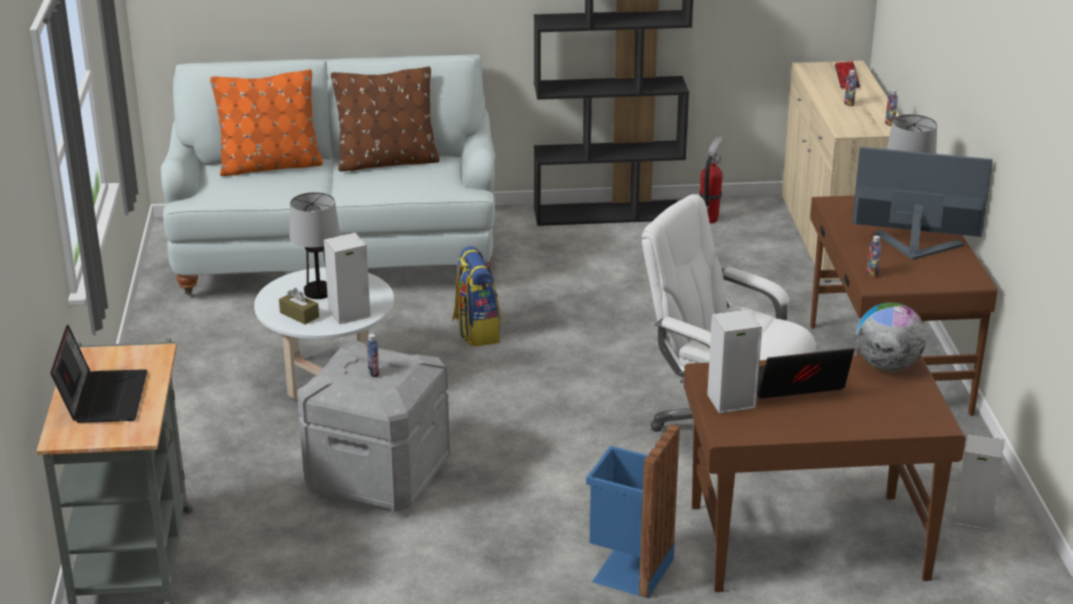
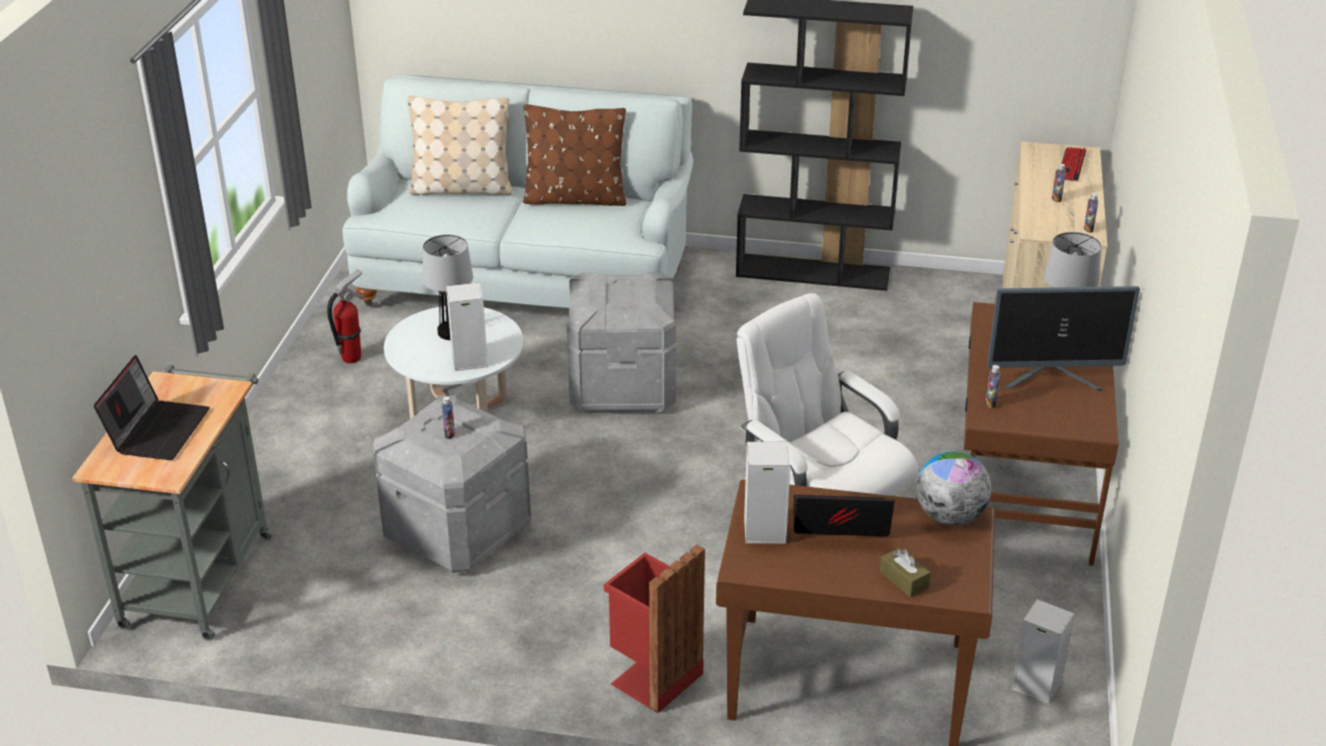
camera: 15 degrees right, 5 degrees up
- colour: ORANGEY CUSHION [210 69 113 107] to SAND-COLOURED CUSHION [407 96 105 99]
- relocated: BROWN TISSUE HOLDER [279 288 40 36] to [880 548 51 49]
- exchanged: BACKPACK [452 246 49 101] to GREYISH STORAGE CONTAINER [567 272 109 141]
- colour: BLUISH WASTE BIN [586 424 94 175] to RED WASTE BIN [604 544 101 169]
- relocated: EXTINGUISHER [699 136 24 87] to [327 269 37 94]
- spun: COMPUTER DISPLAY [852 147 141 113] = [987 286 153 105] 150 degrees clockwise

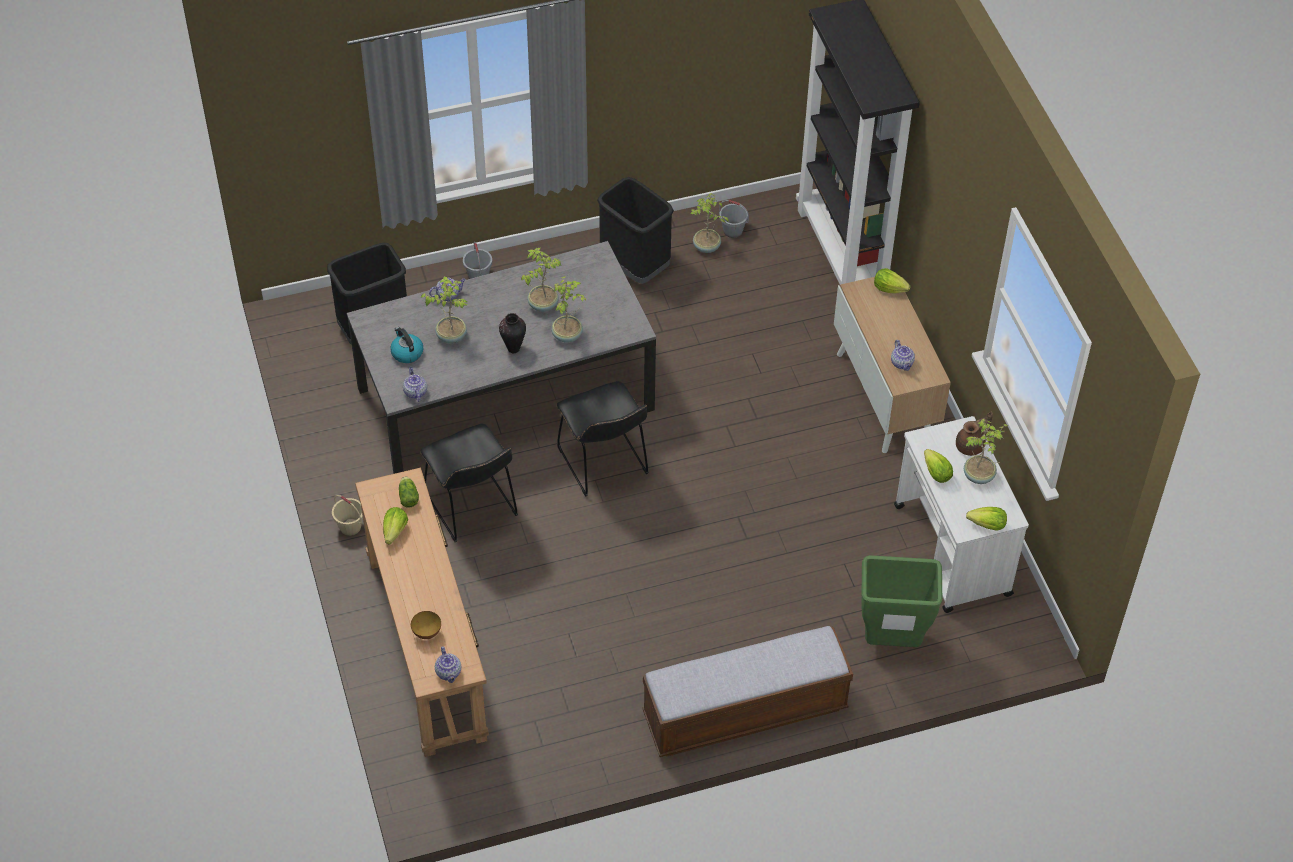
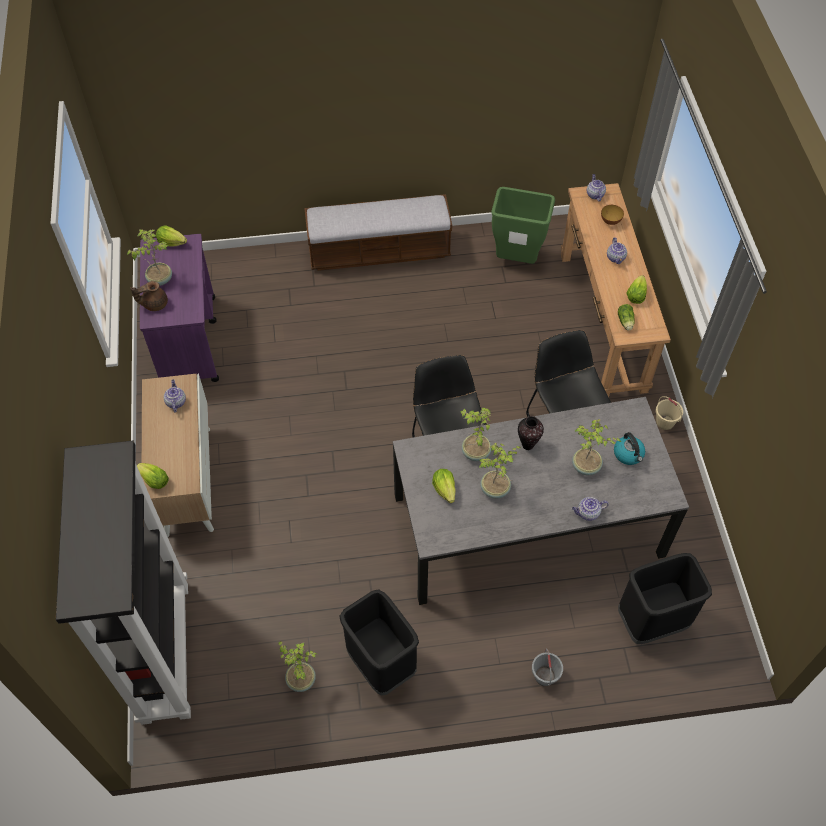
camera: 170 degrees left, 5 degrees up
- relocated: TEAPOT [403 367 24 35] to [607 237 20 27]
- missing: GREYISH BUCKET [719 200 30 38]
- relocated: GREENISH WASTE BIN [861 555 81 92] to [491 187 64 77]
- colour: WHITE-COLOURED TROLLEY [894 416 135 197] to PURPLE-COLOURED TROLLEY [140 234 79 148]
- relocated: LETTUCE [924 449 29 34] to [432 469 24 34]

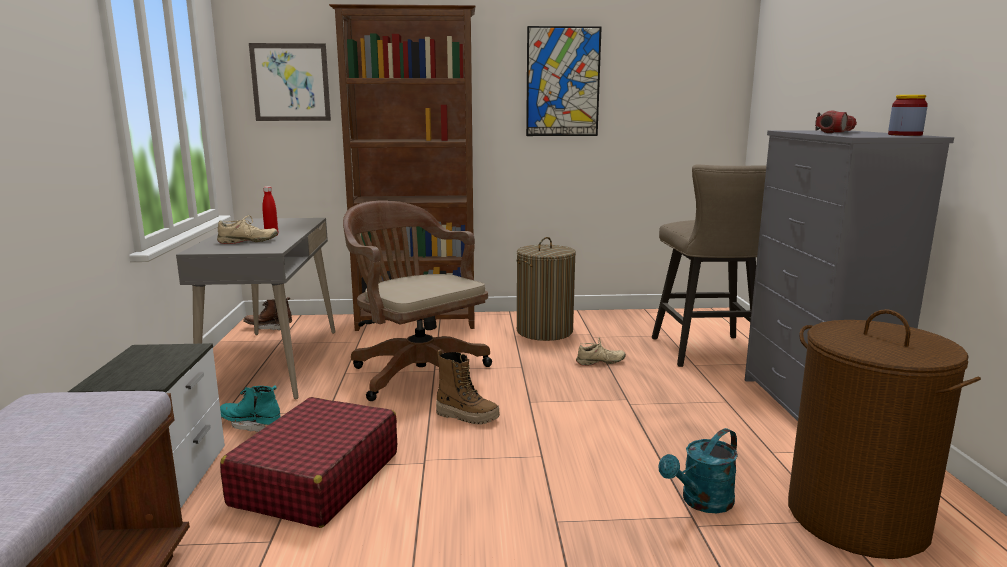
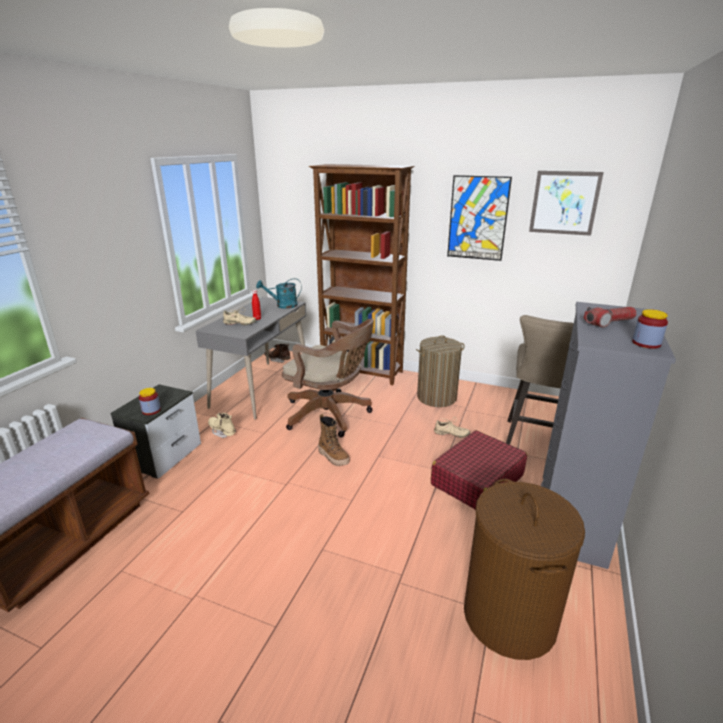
camera: 25 degrees right, 10 degrees up
- colour: TURQUOISE-COLOURED BOOT [220 386 61 46] to SAND-COLOURED BOOT [208 413 28 25]
- relocated: RED TRAVEL CASE [220 397 177 131] to [431 430 96 80]
- relocated: PICTURE [249 43 82 78] to [529 171 75 65]
- spun: BROWN OFFICE CHAIR [343 200 149 201] = [282 319 92 118] 135 degrees clockwise
- relocated: TURQUOISE-COLOURED WATERING POT [658 428 80 85] to [256 278 46 31]
- appeared: STORAGE JAR [139 388 22 27]

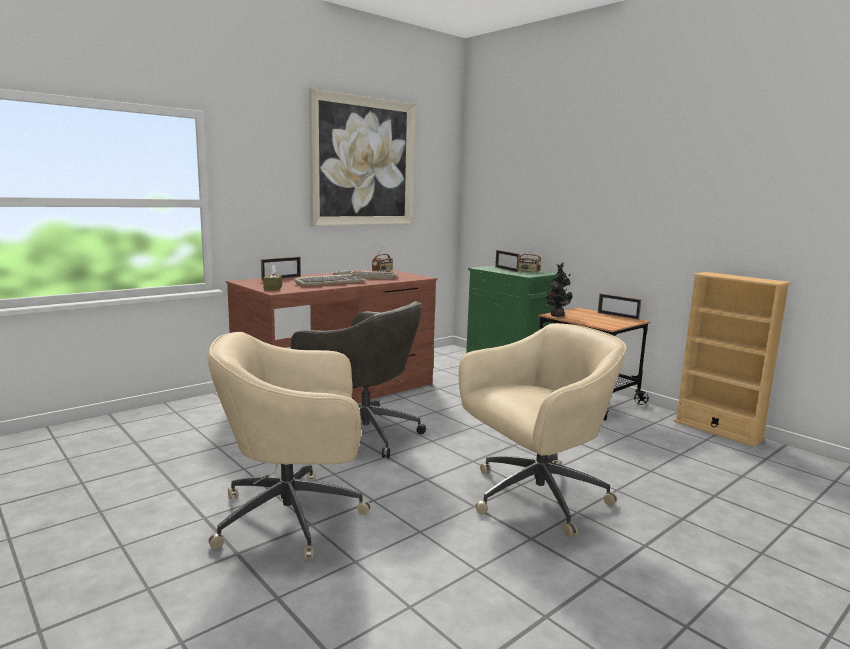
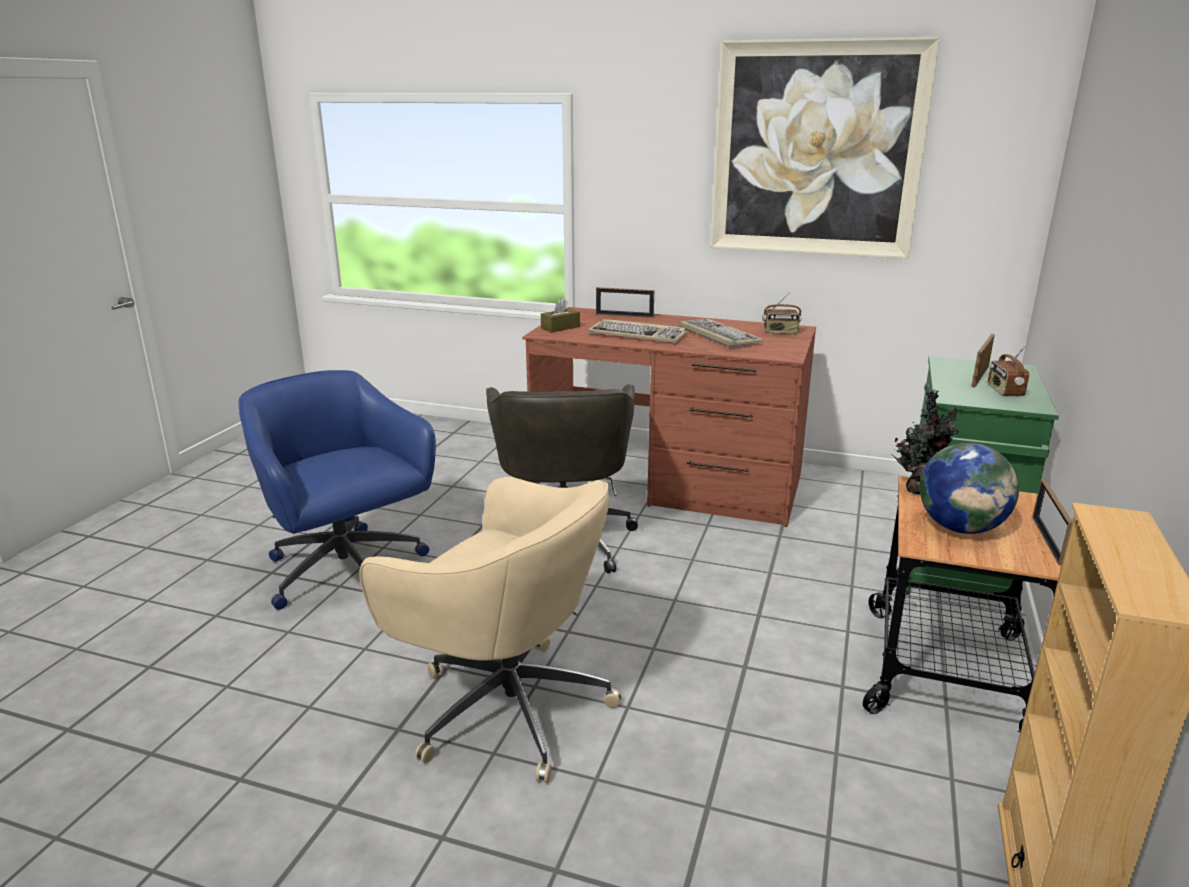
camera: 60 degrees right, 10 degrees up
- colour: SAND-COLOURED OFFICE CHAIR [207 332 164 229] to BLUISH OFFICE CHAIR [238 370 198 240]
- appeared: WORLD GLOBE [919 443 100 91]

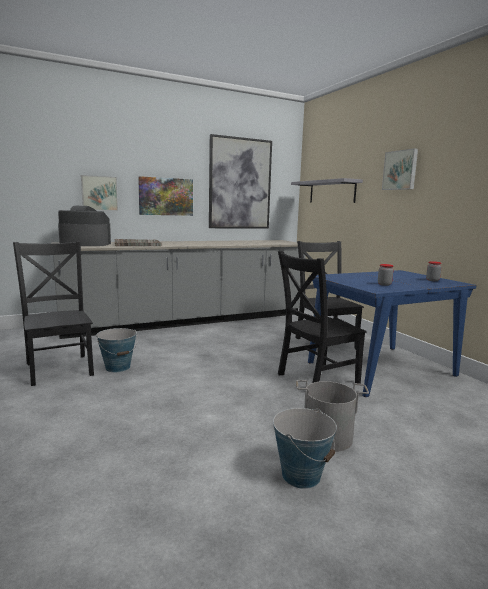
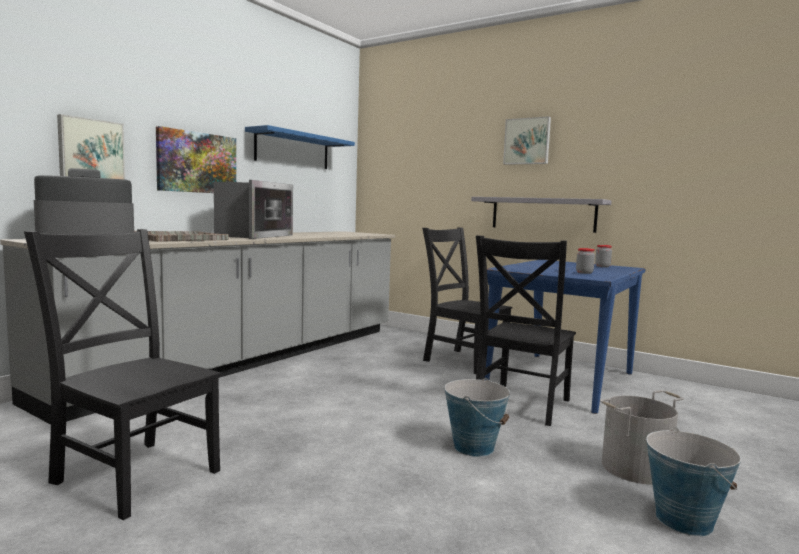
camera: 30 degrees left, 5 degrees down
- relocated: BUCKET [96 328 42 44] to [444 378 66 79]
- exchanged: PICTURE [209 134 63 95] to BLUISH WALL SHELF [245 125 110 44]
- relocated: GREYISH WALL SHELF [291 178 72 25] to [471 197 140 36]
- appeared: MICROWAVE OVEN [214 180 79 59]

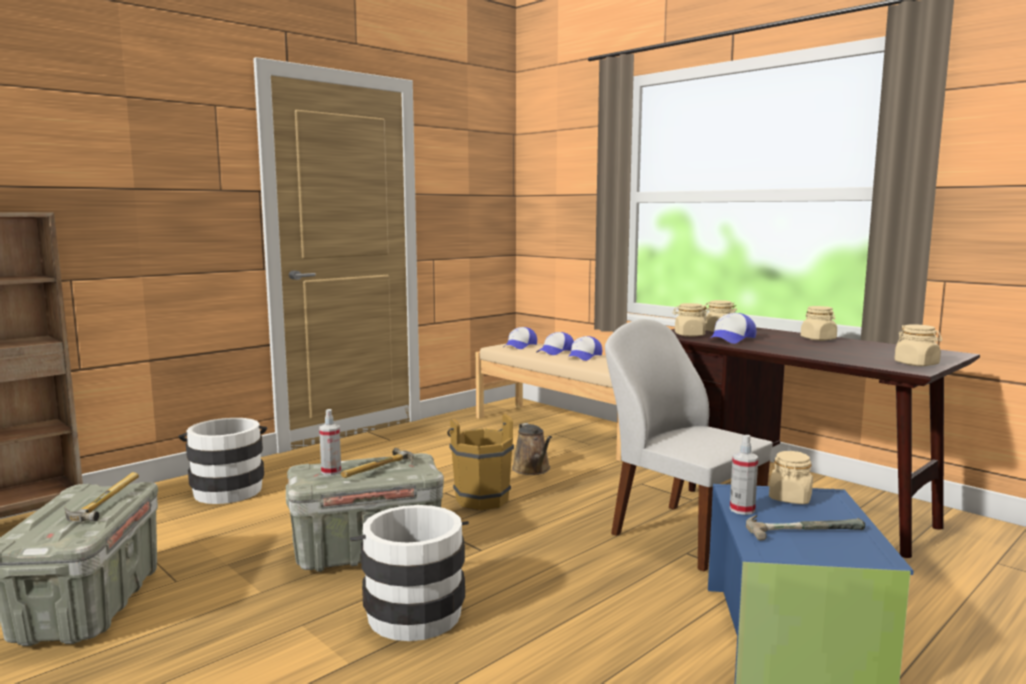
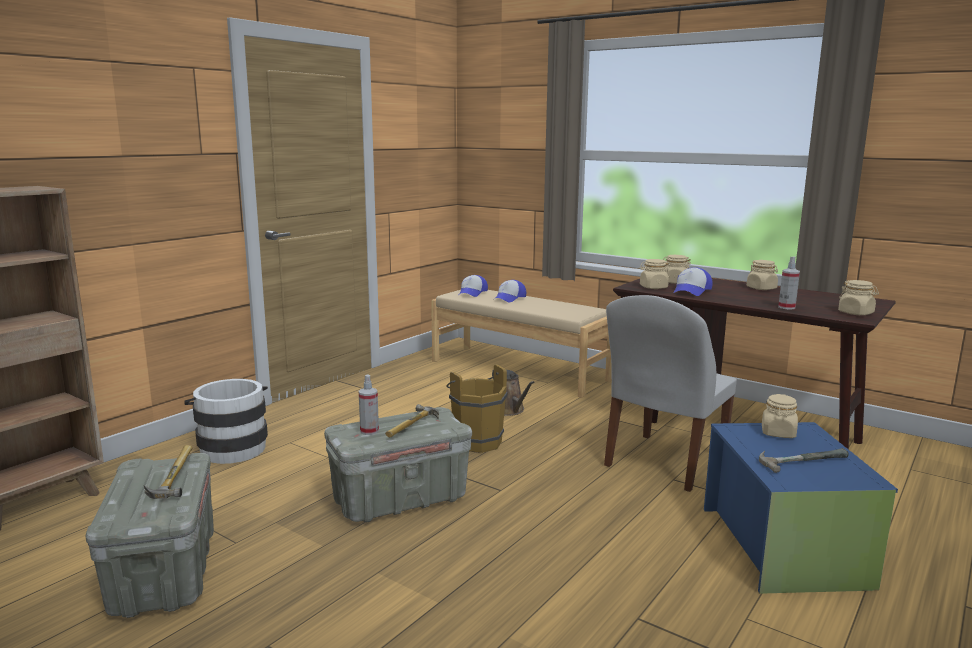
camera: 10 degrees left, 5 degrees up
- missing: WHITE-COLOURED BUCKET [350 505 119 136]
- missing: CAP [567 336 35 25]
- spun: WHITE-COLOURED PLAIN CHAIR [605 319 168 253] = [604 295 133 197] 90 degrees counterclockwise
- relocated: HAND SPRAYER [730 435 28 80] to [778 256 22 54]

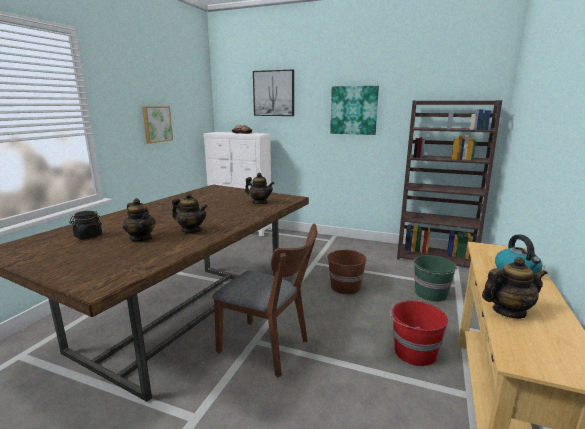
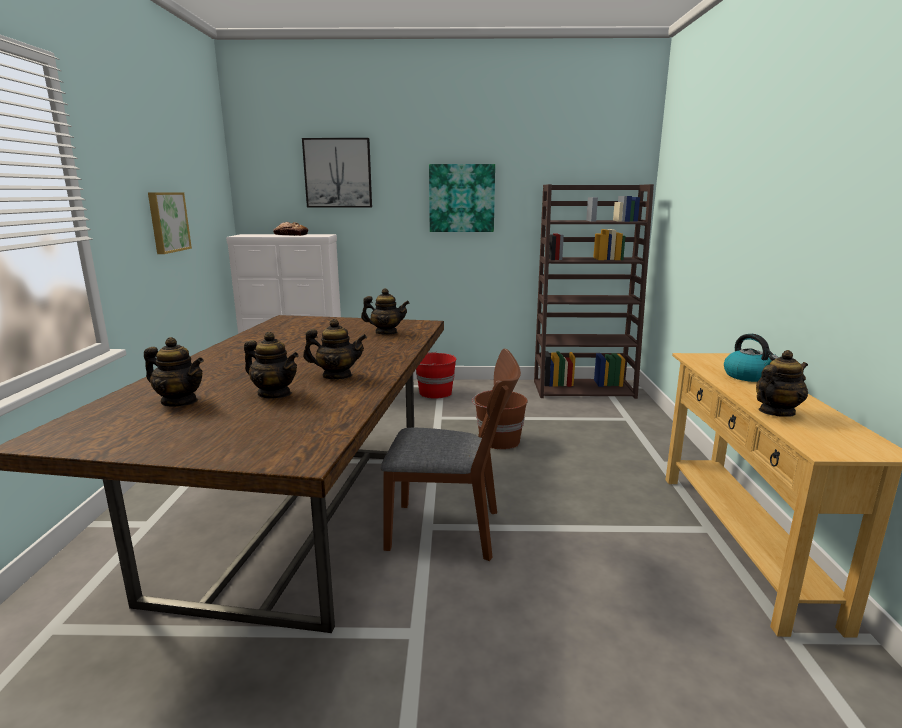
camera: 20 degrees left, 0 degrees up
- exchanged: BLACKISH STORAGE JAR [69 211 33 29] to TEAPOT [144 337 60 69]
- relocated: RED BUCKET [390 300 58 66] to [416 351 41 48]
- missing: GREENISH BUCKET [413 255 44 47]

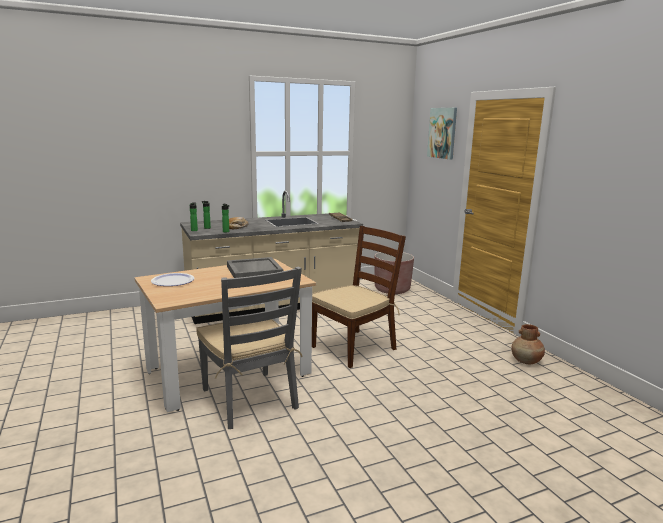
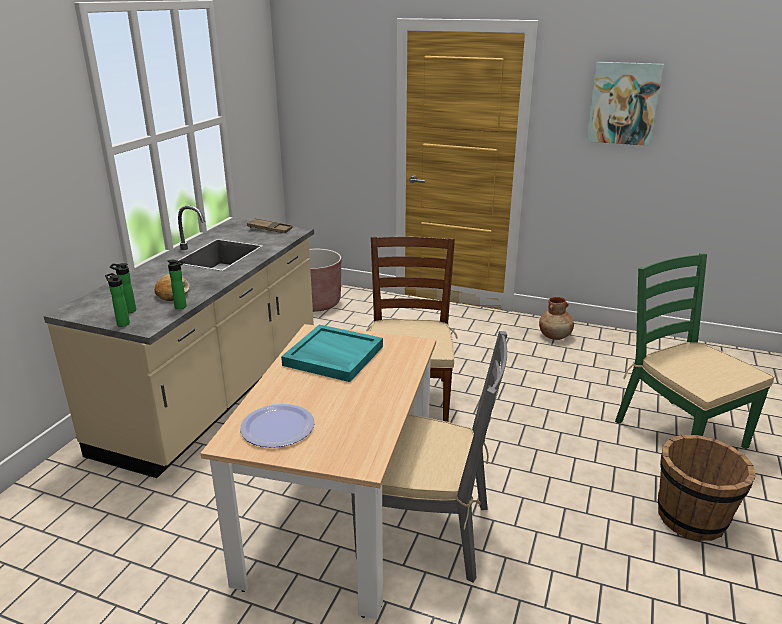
camera: 45 degrees left, 10 degrees up
- colour: GREYISH CARRYING TRAY [227 257 56 21] to TURQUOISE-COLOURED CARRYING TRAY [281 325 102 57]
- relocated: PICTURE [427 108 30 51] to [586 62 78 84]
- appeared: GREENISH PLAIN CHAIR [615 253 160 196]
- appeared: BROWN BUCKET [658 435 98 106]

